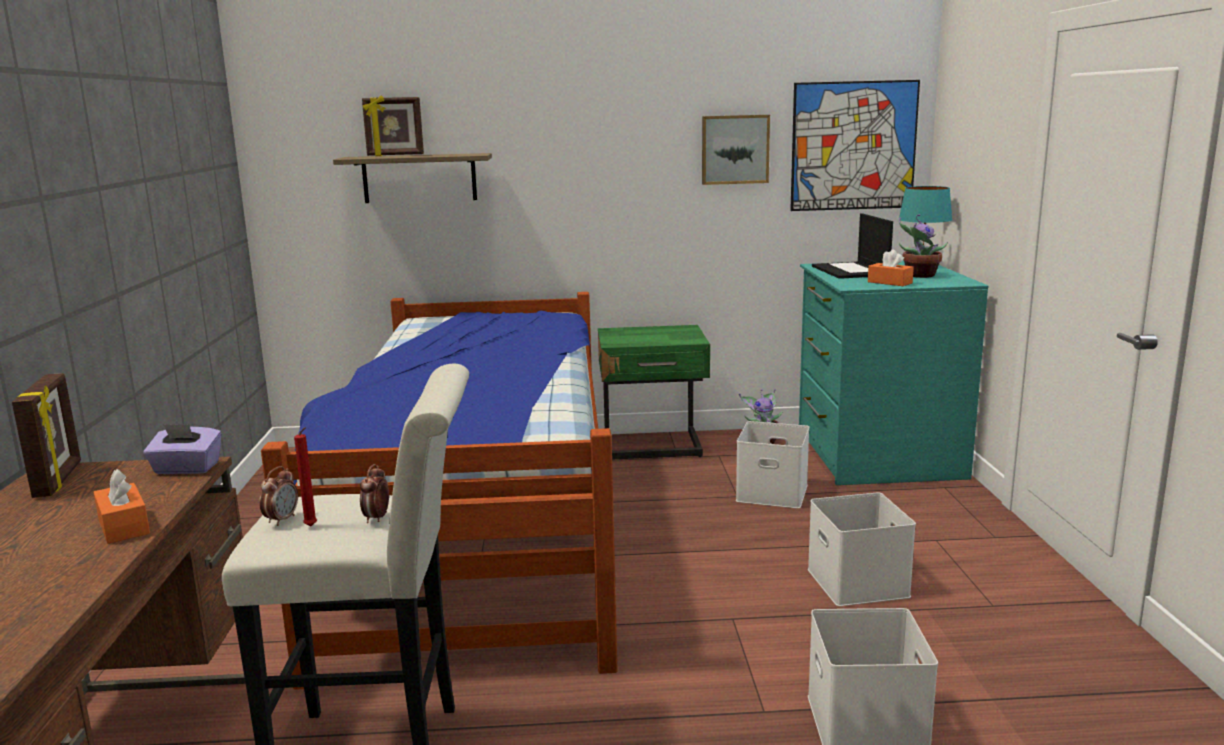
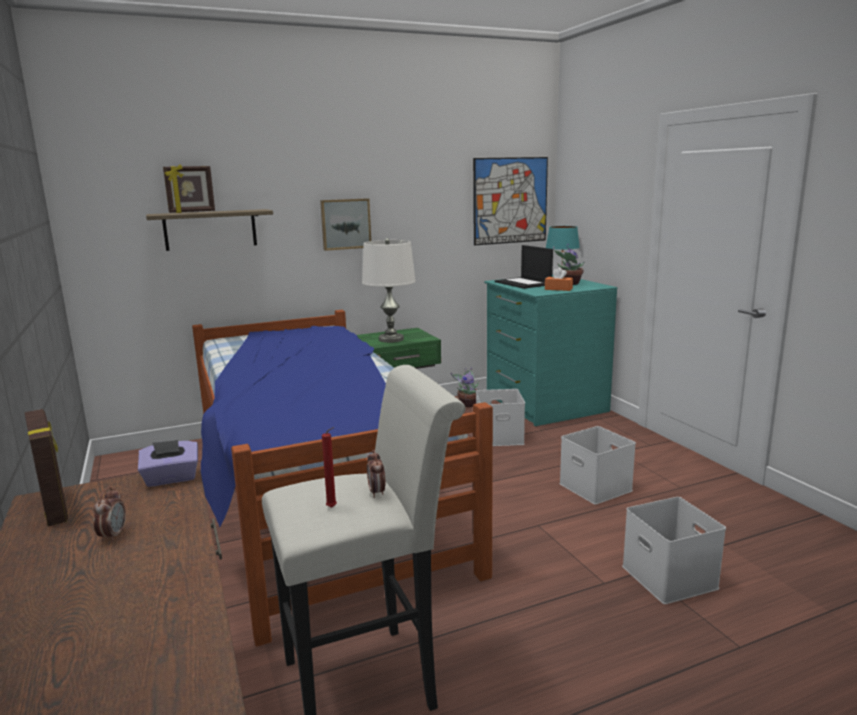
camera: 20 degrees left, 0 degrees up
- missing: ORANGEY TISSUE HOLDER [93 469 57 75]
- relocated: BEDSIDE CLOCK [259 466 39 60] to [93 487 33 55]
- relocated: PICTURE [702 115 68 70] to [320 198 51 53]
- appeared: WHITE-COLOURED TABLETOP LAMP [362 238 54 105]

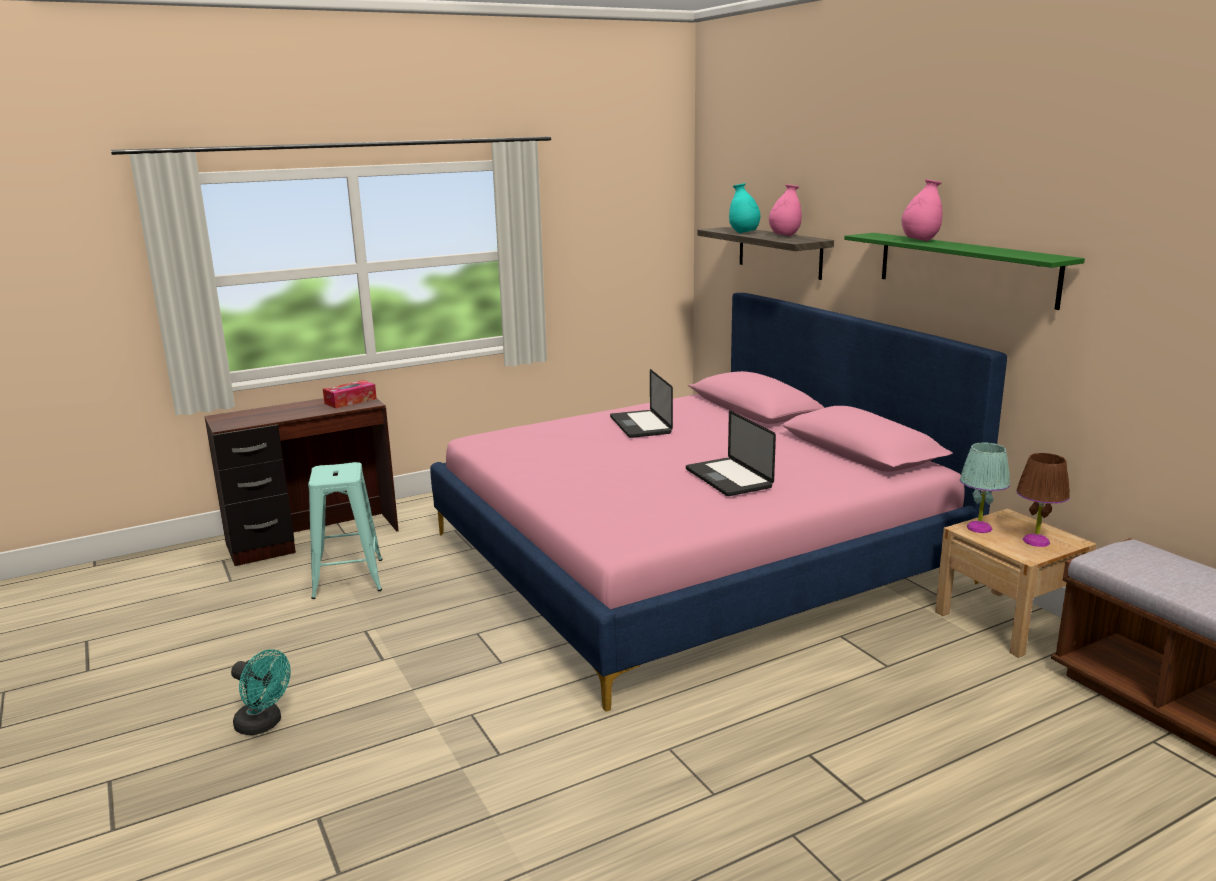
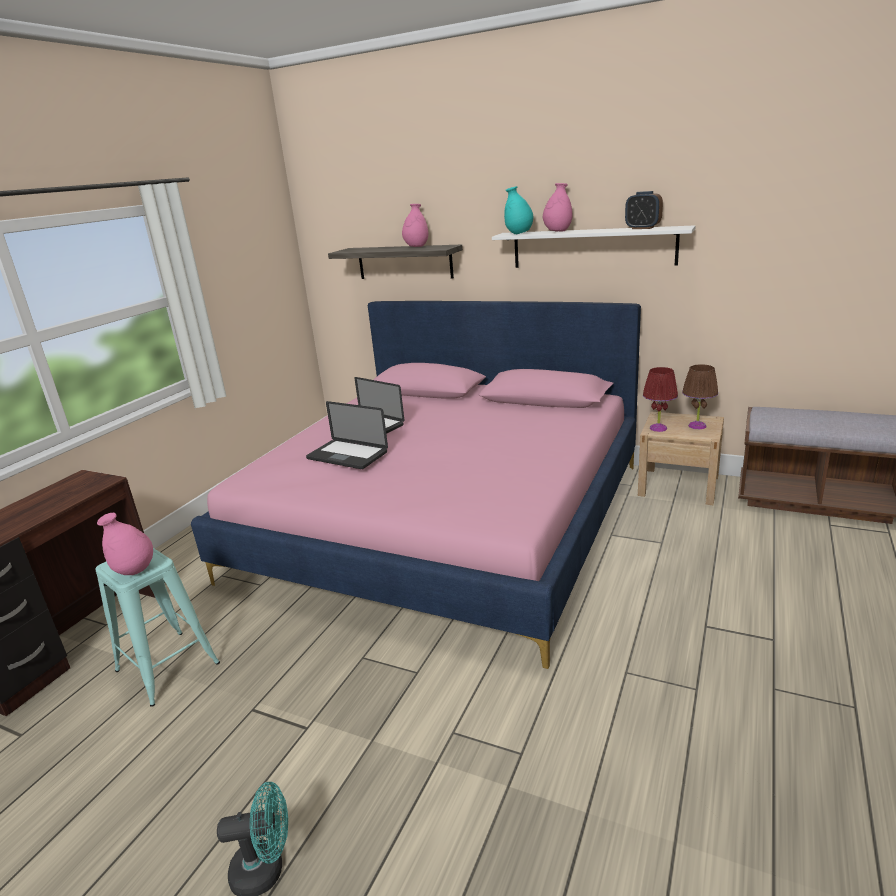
camera: 35 degrees left, 5 degrees up
- missing: TISSUE HOLDER [323 380 54 28]
- relocated: LAPTOP [686 411 90 85] to [306 401 82 68]
- relocated: TURQUOISE-COLOURED DECORATIVE VASE [729 183 31 50] to [504 186 29 48]
- colour: GREENISH WALL SHELF [844 233 241 77] to WHITE-COLOURED WALL SHELF [492 225 204 43]
- colour: TURQUOISE-COLOURED TABLETOP LAMP [960 443 50 90] to RED TABLETOP LAMP [643 367 35 65]
- appeared: PINKISH DECORATIVE VASE [97 513 56 62]
- appeared: BEDSIDE CLOCK [625 191 38 38]

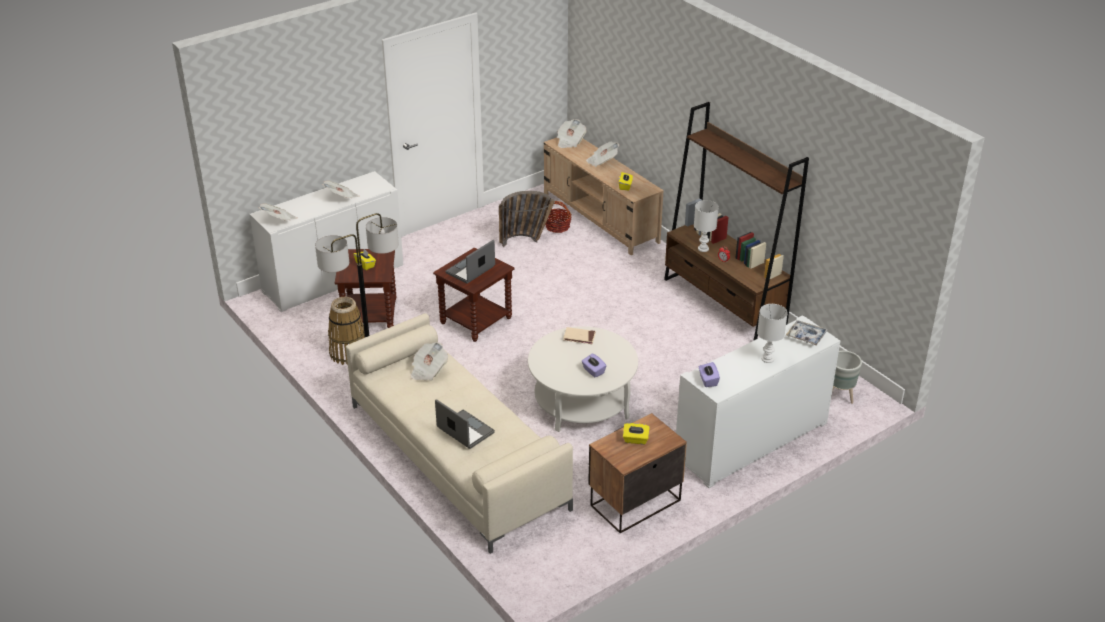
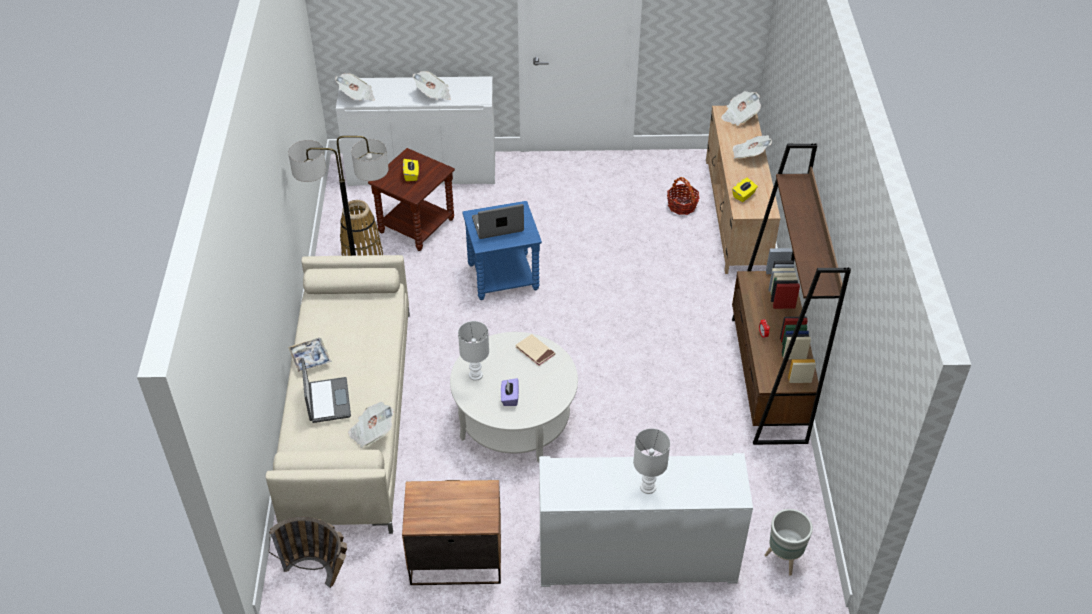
camera: 35 degrees right, 10 degrees up
- relocated: NEWSPAPER [410 342 38 39] to [348 402 46 46]
- colour: BROWN SIDE TABLE [433 248 81 94] to BLUISH SIDE TABLE [462 201 80 99]
- relocated: BASKET [499 191 56 56] to [269 517 78 71]
- missing: YELLOW TISSUE HOLDER [623 423 27 21]
- relocated: WHITE-COLOURED TABLETOP LAMP [694 200 25 52] to [458 321 31 60]
- missing: PURPLE-COLOURED TISSUE HOLDER [699 362 21 25]
- relocated: CARRYING TRAY [786 320 42 26] to [288 338 44 34]

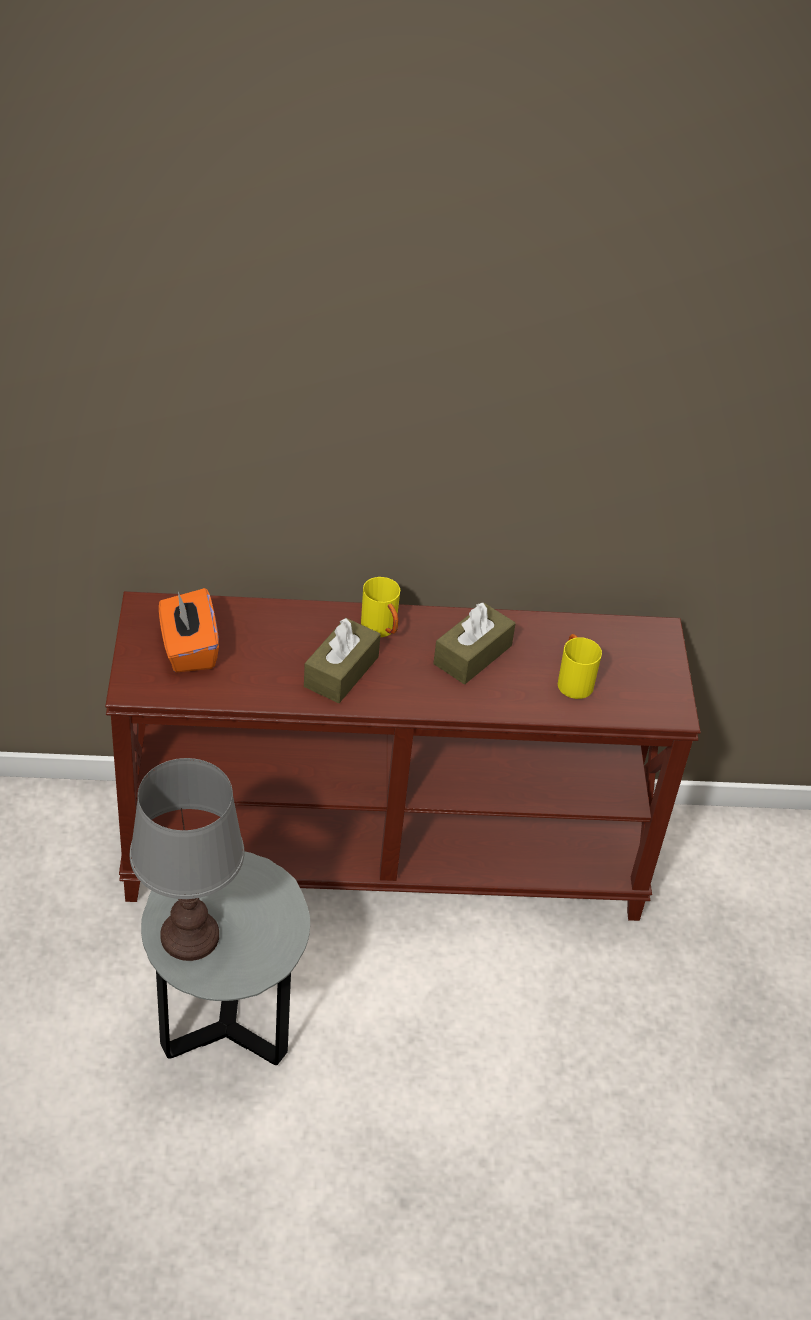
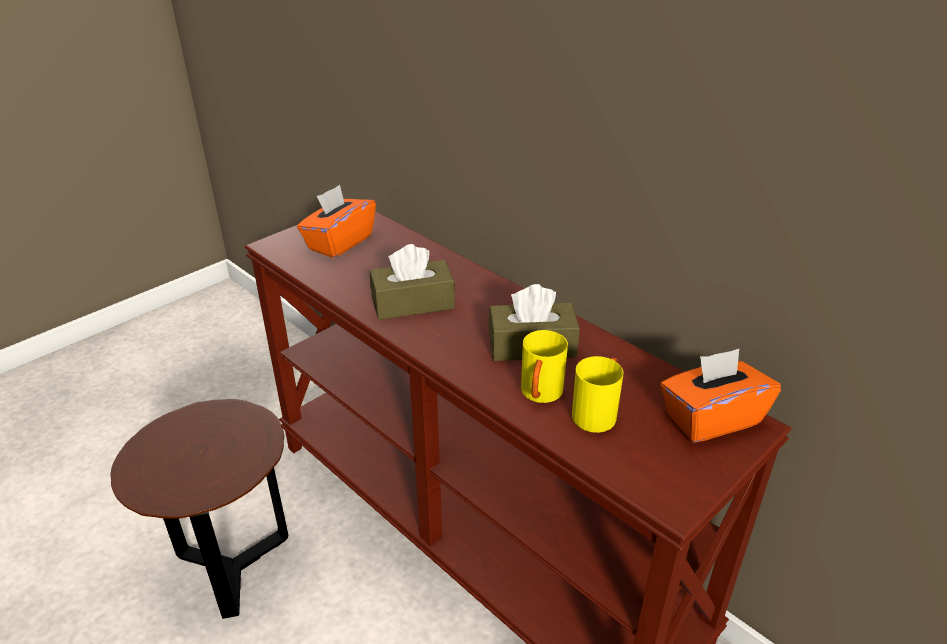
camera: 50 degrees right, 10 degrees down
- missing: GREYISH TABLETOP LAMP [130 758 114 203]
- colour: GREYISH SIDE TABLE [141 851 169 214] to BROWN SIDE TABLE [111 399 177 220]
- relocated: YELLOW TEA MUG [361 577 39 60] to [521 330 47 73]
- appeared: ORANGEY TISSUE HOLDER [661 349 120 94]

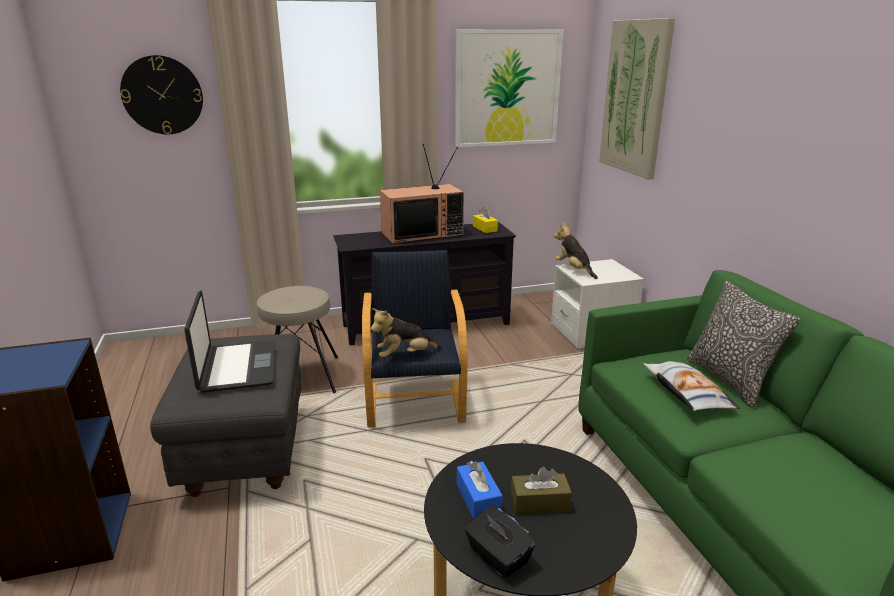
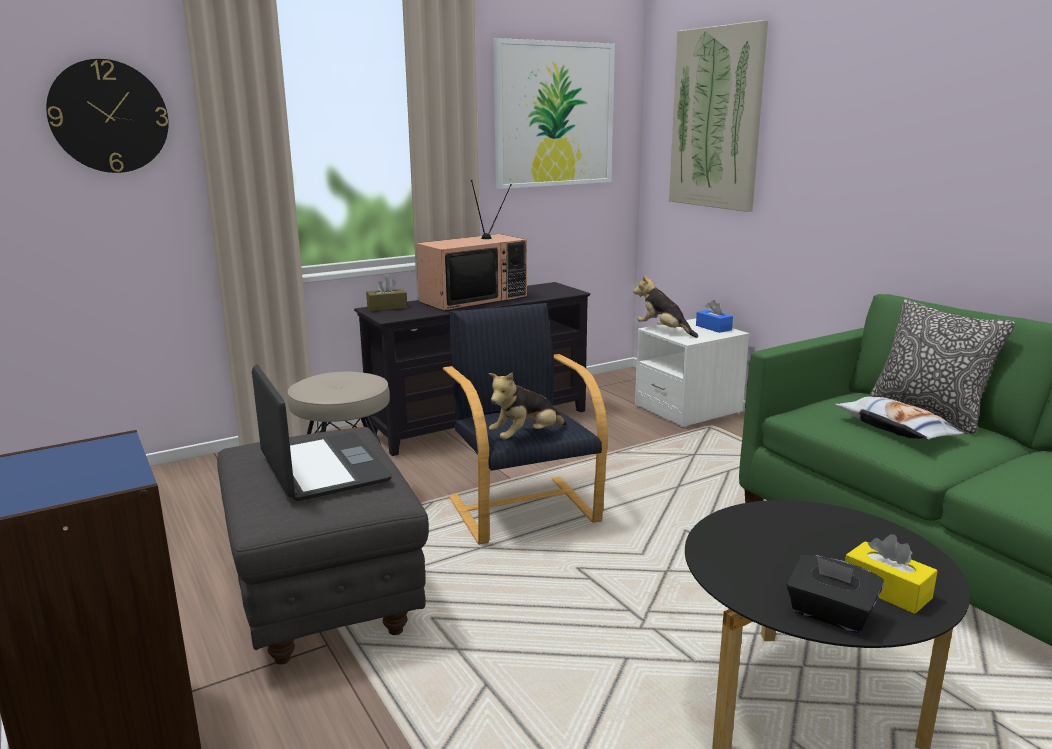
camera: 15 degrees left, 5 degrees down
- relocated: BLUISH TISSUE HOLDER [457 461 46 59] to [696 300 37 33]
- relocated: YELLOW TISSUE HOLDER [473 207 25 26] to [845 534 93 80]
- relocated: BROWN TISSUE HOLDER [511 467 61 47] to [366 277 41 34]

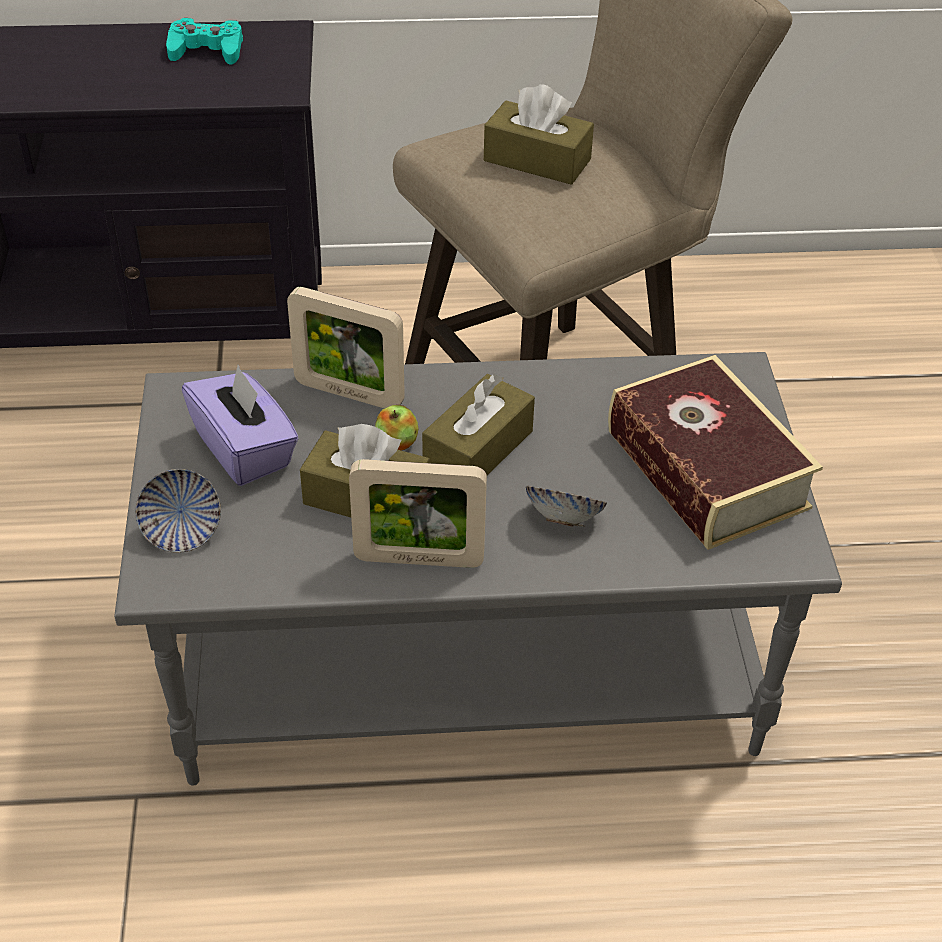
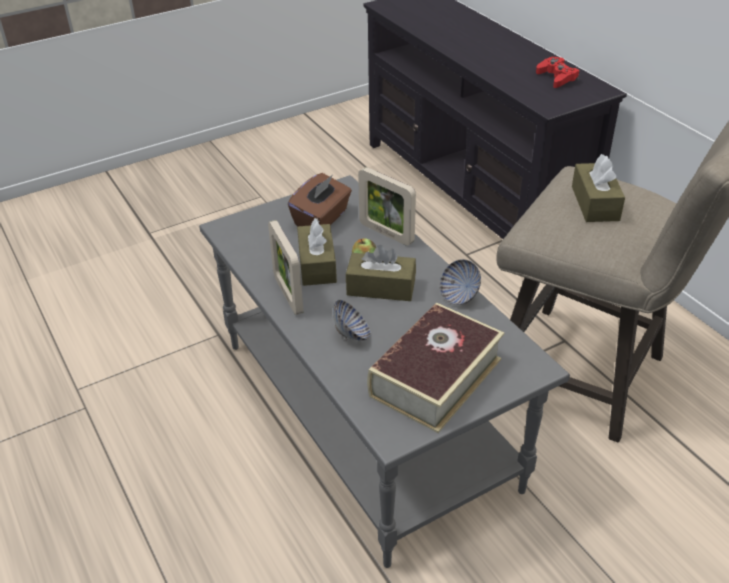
camera: 65 degrees right, 5 degrees down
- relocated: DEEP DISH [135 469 86 84] to [439 259 42 46]
- colour: TURQUOISE-COLOURED JOYPAD [166 18 77 47] to RED JOYPAD [536 57 44 31]
- colour: PURPLE-COLOURED TISSUE HOLDER [182 365 117 121] to BROWN TISSUE HOLDER [288 173 64 54]
- spun: PHOTO FRAME [287 287 118 121] = [358 167 58 79] 45 degrees counterclockwise

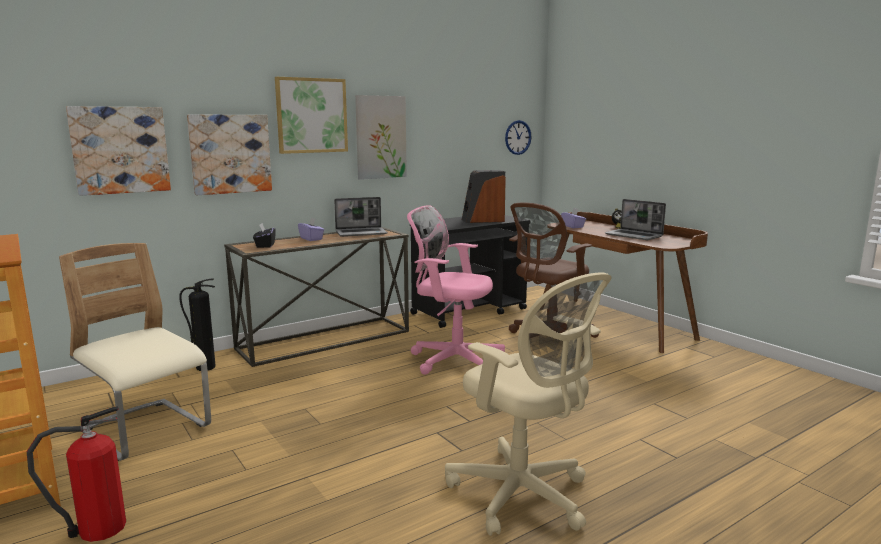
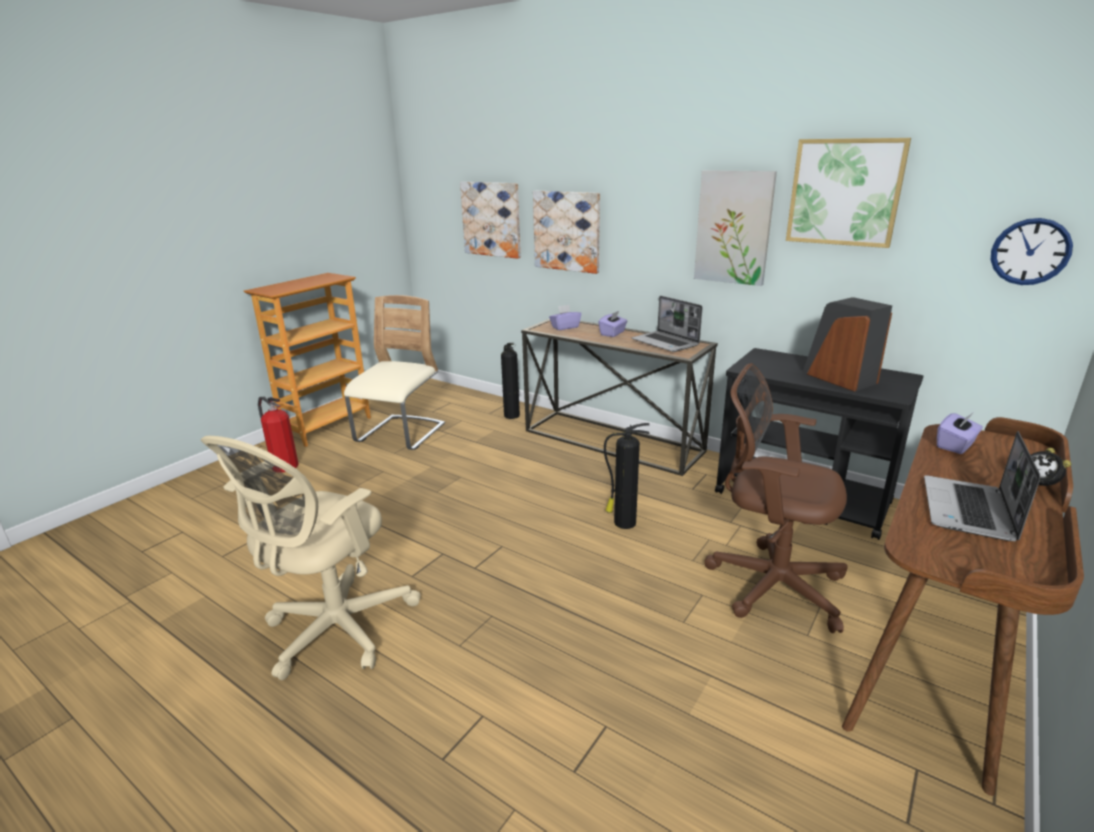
camera: 70 degrees right, 10 degrees up
- colour: BLACKISH TISSUE HOLDER [253 223 23 25] to PURPLE-COLOURED TISSUE HOLDER [549 305 32 25]
- relocated: PICTURE [275 77 73 77] to [786 138 125 110]
- exchanged: PINKISH OFFICE CHAIR [407 205 98 170] to EXTINGUISHER [604 423 45 106]

